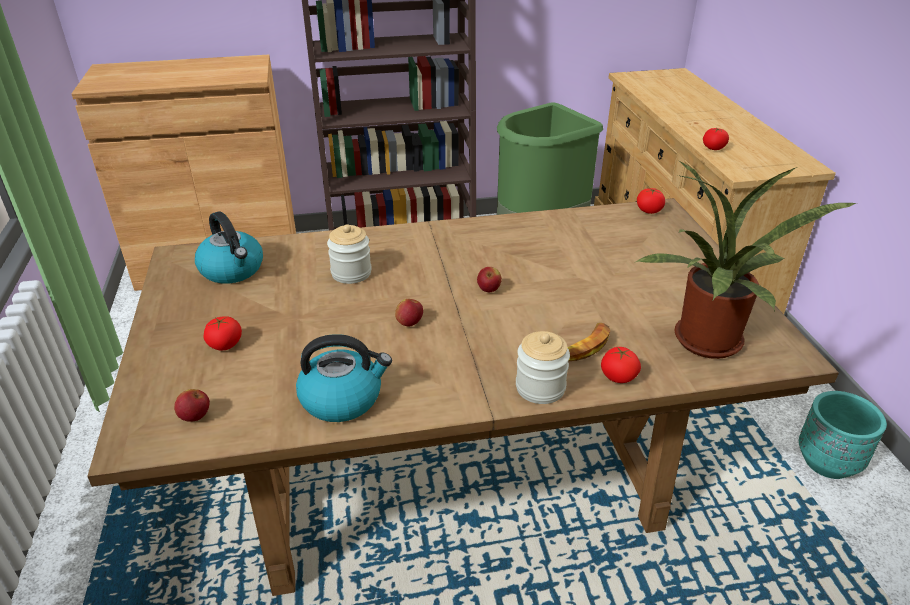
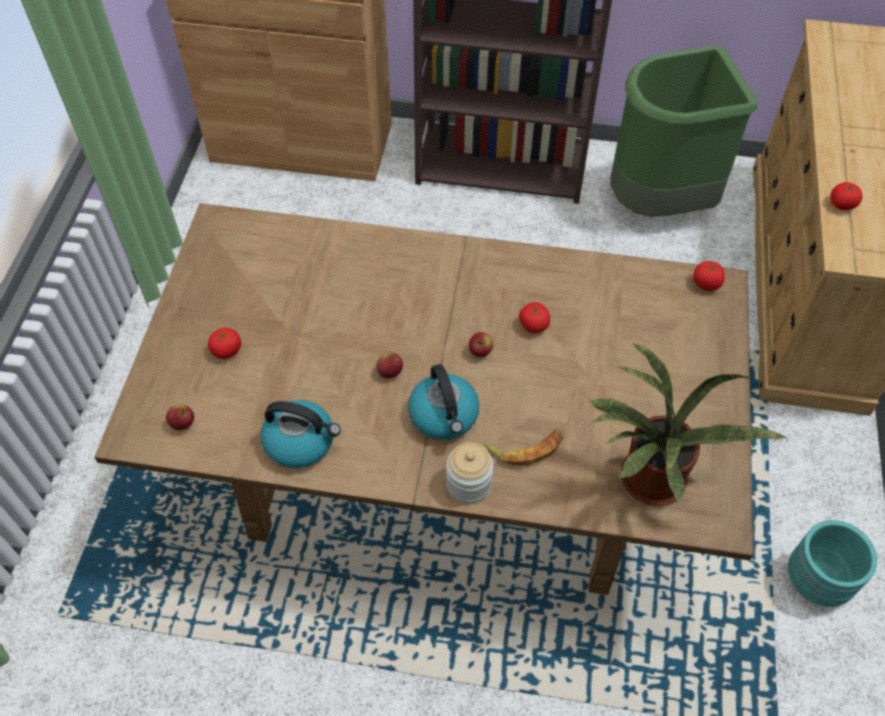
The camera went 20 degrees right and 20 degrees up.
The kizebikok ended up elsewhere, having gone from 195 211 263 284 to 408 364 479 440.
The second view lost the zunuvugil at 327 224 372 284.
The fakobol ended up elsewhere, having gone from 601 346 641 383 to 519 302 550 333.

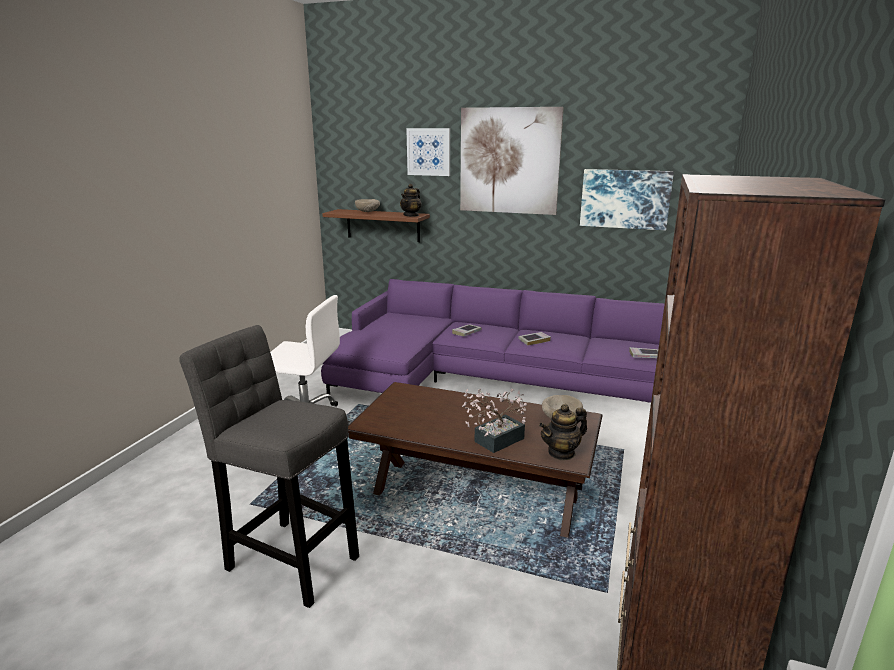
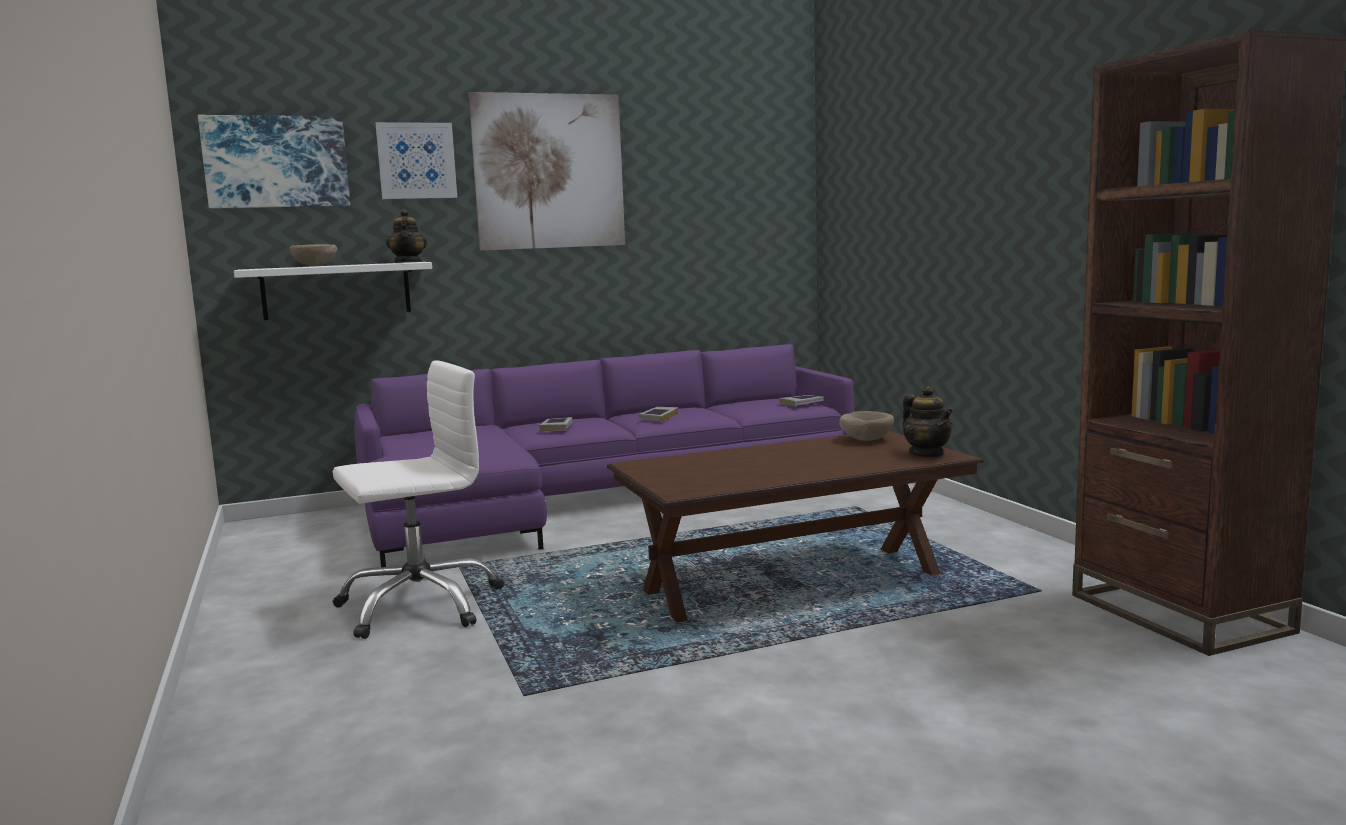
The camera went 40 degrees left and 10 degrees down.
The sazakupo ended up elsewhere, having gone from 580 169 674 230 to 198 115 350 209.
What was the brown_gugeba at 322 209 430 242 turned into the white_gugeba at 234 262 432 320.
The second view lost the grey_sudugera at 179 325 359 608.
The second view lost the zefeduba at 462 388 527 453.
The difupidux at 539 404 587 460 ended up facing another way, 45 degrees counterclockwise from before.

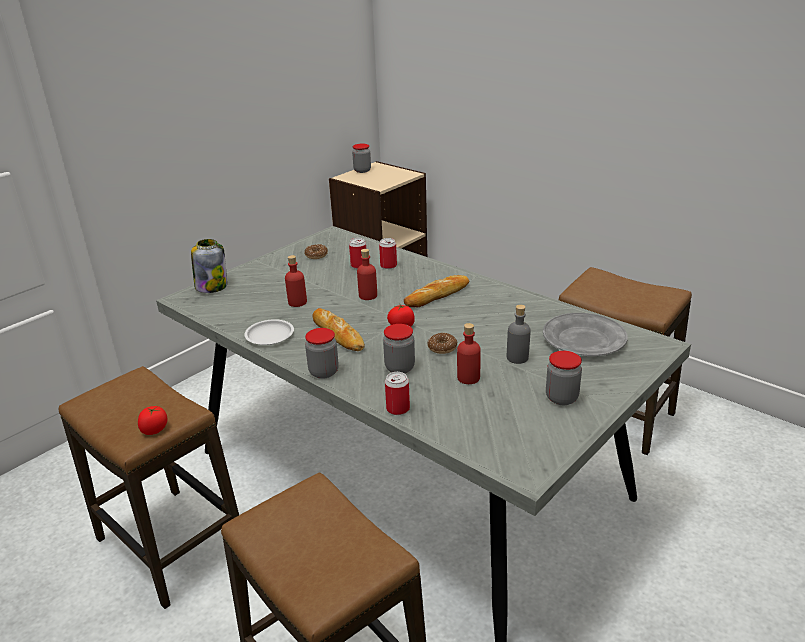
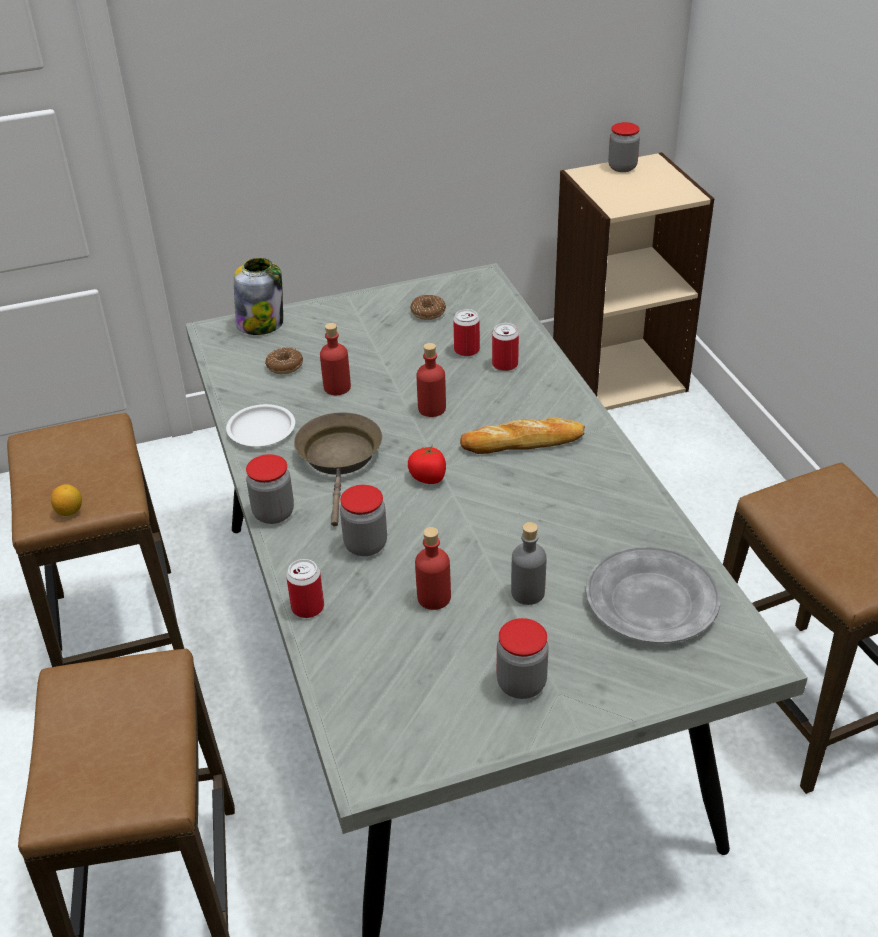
The camera went 30 degrees right and 10 degrees up.
Where the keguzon stood at 313 308 365 351, the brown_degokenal came to stand at 294 412 382 527.
The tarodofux ended up elsewhere, having gone from 427 333 458 354 to 265 347 303 374.
Where the fakobol stood at 138 406 167 435, the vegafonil came to stand at 51 484 82 516.

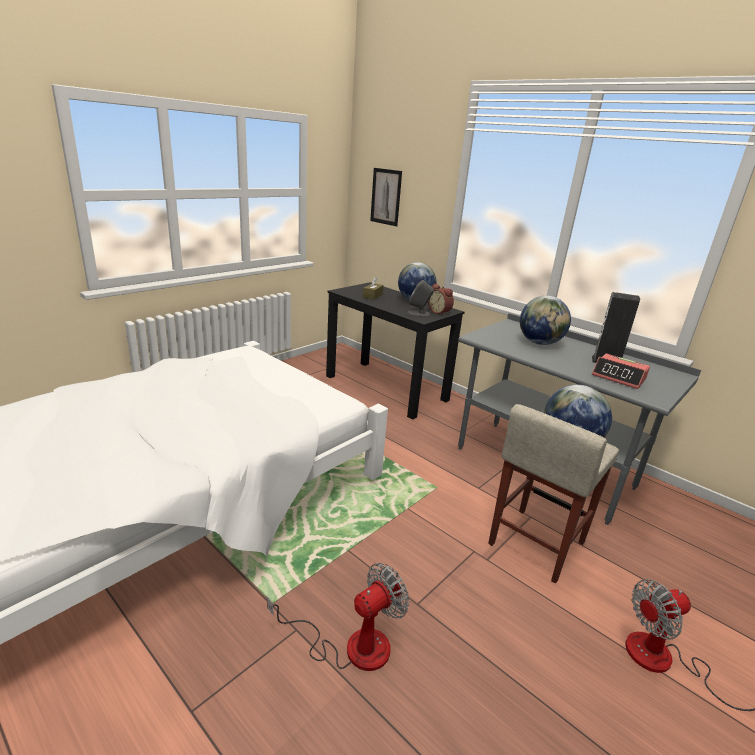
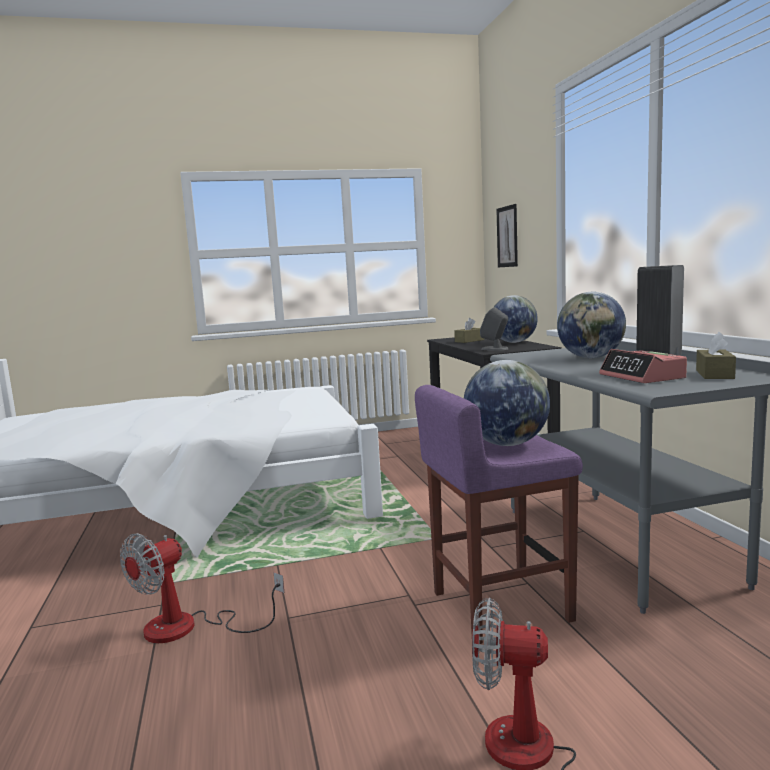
The camera went 35 degrees right and 15 degrees down.
The second view lost the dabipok at 428 284 454 316.
What was the beige_sudugera at 488 404 619 584 turned into the purple_sudugera at 415 385 583 644.
The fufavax at 267 563 409 671 ended up facing another way, 135 degrees clockwise from before.
The second view gained the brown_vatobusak at 696 332 736 379.

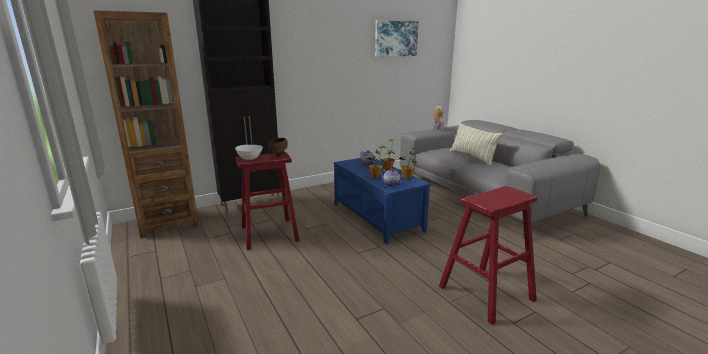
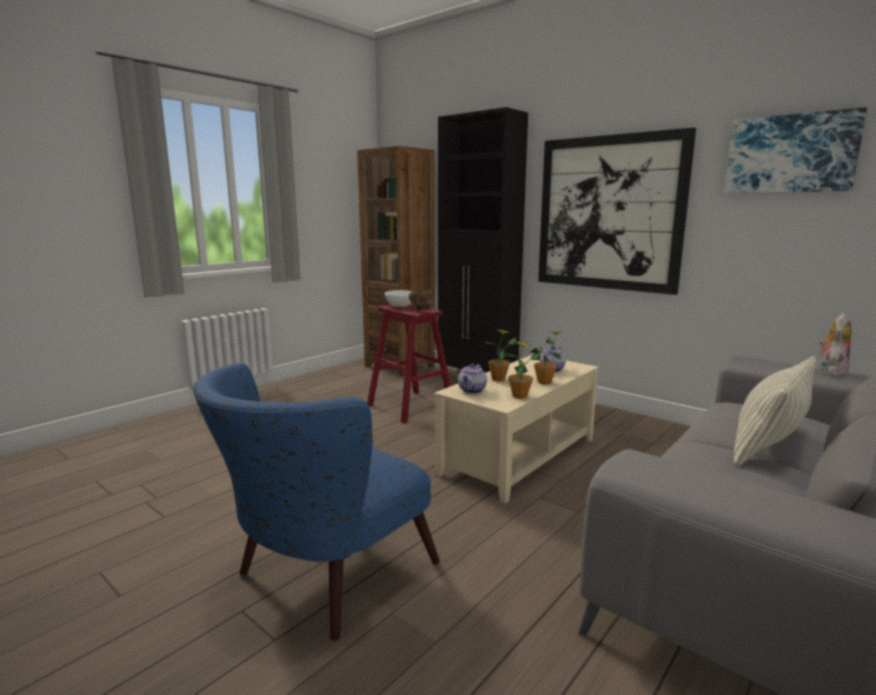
The camera went 70 degrees right and 5 degrees down.
What was the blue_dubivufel at 334 158 431 244 turned into the beige_dubivufel at 434 354 599 504.
Where the red_sudugera stood at 439 186 537 325, the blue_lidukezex came to stand at 193 363 440 641.
The second view gained the sazakupo at 538 127 696 295.

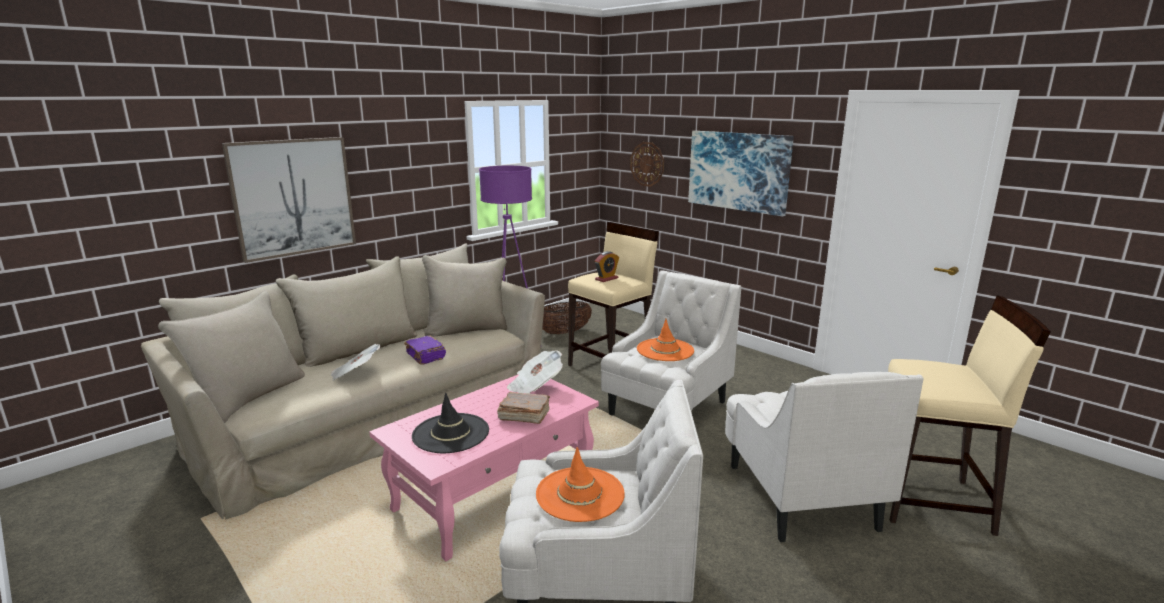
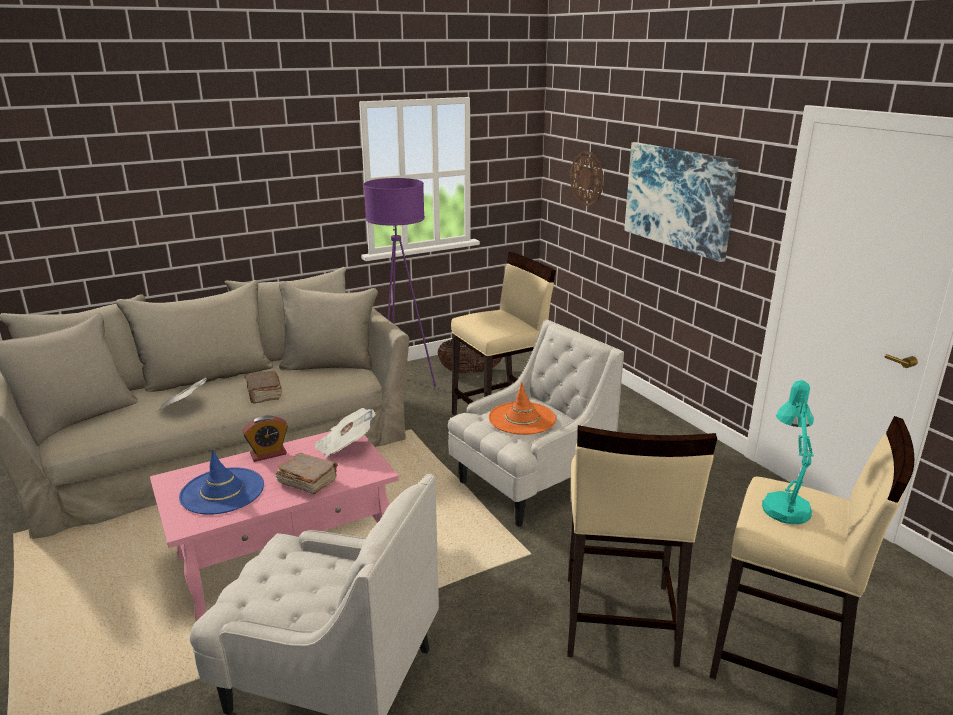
The camera went 15 degrees right and 5 degrees up.
The second view lost the sazakupo at 222 137 356 263.
The dabipok ended up elsewhere, having gone from 595 251 619 282 to 242 415 288 462.
What was the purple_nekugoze at 404 336 446 365 turned into the brown_nekugoze at 244 371 283 404.
Where the white_lidukezex stood at 725 372 924 542, the beige_sudugera came to stand at 567 425 717 667.
What was the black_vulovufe at 412 393 489 453 turned into the blue_vulovufe at 179 450 264 515.
The second view lost the orange_vulovufe at 536 447 625 522.
The second view gained the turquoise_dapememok at 762 380 814 524.

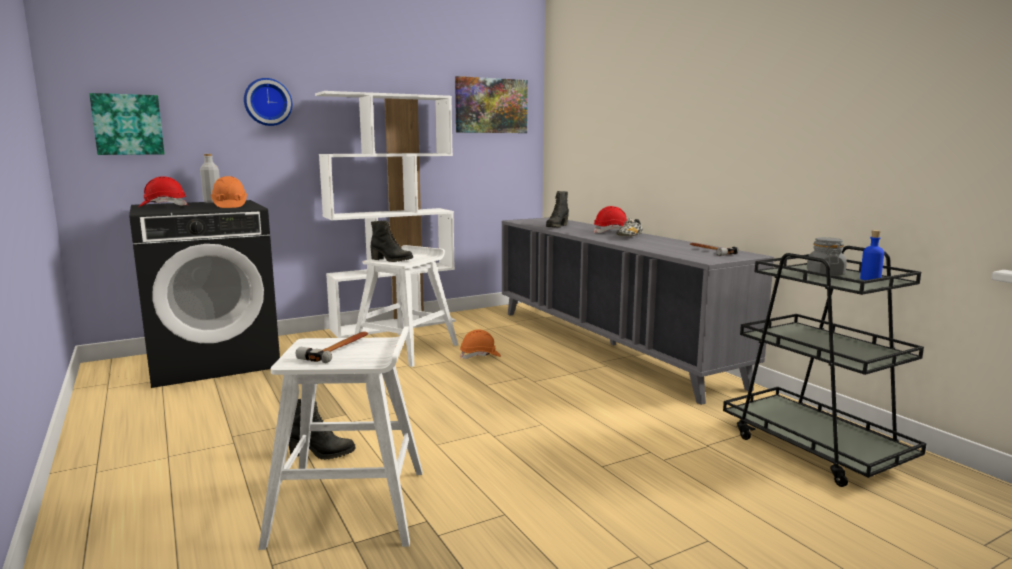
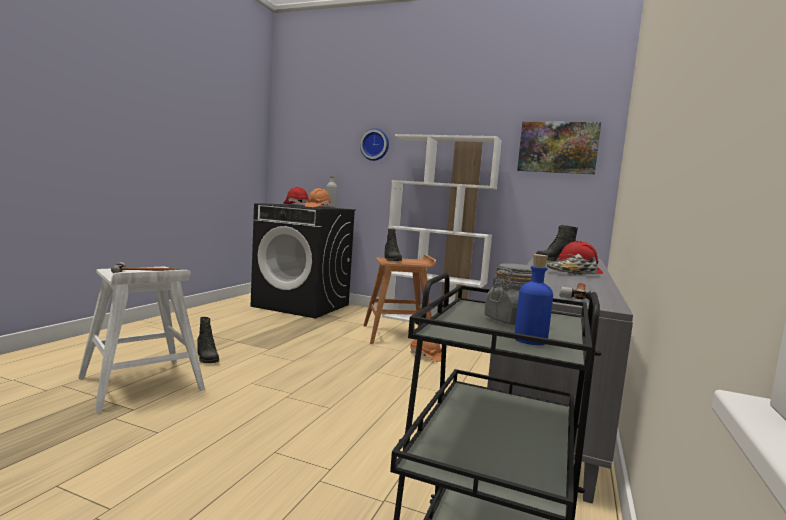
The camera went 50 degrees right and 5 degrees down.
The second view lost the sazakupo at 89 93 165 155.
What was the white_sudugera at 354 245 458 367 turned into the brown_sudugera at 363 254 436 344.

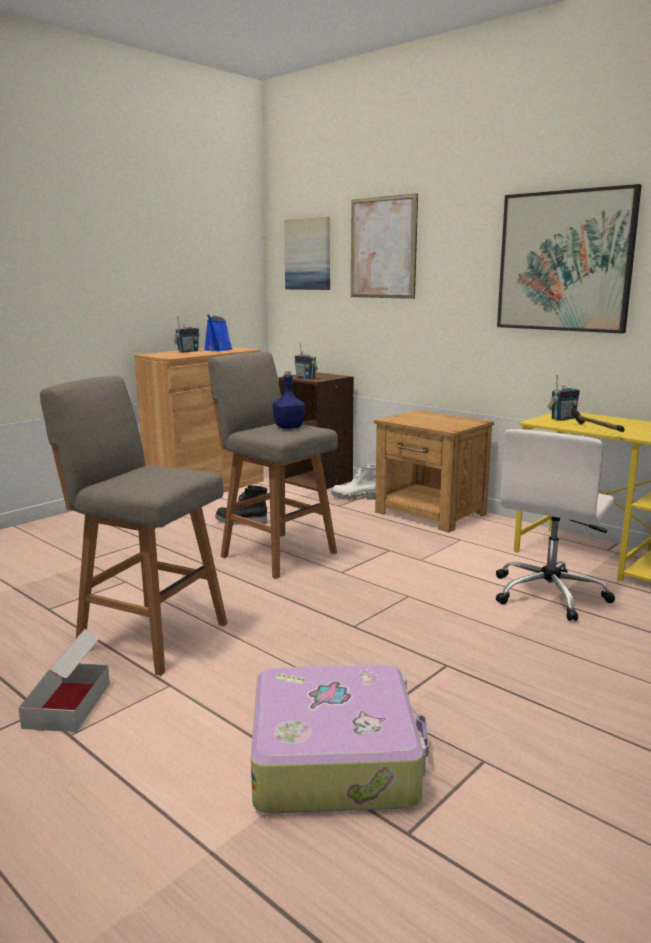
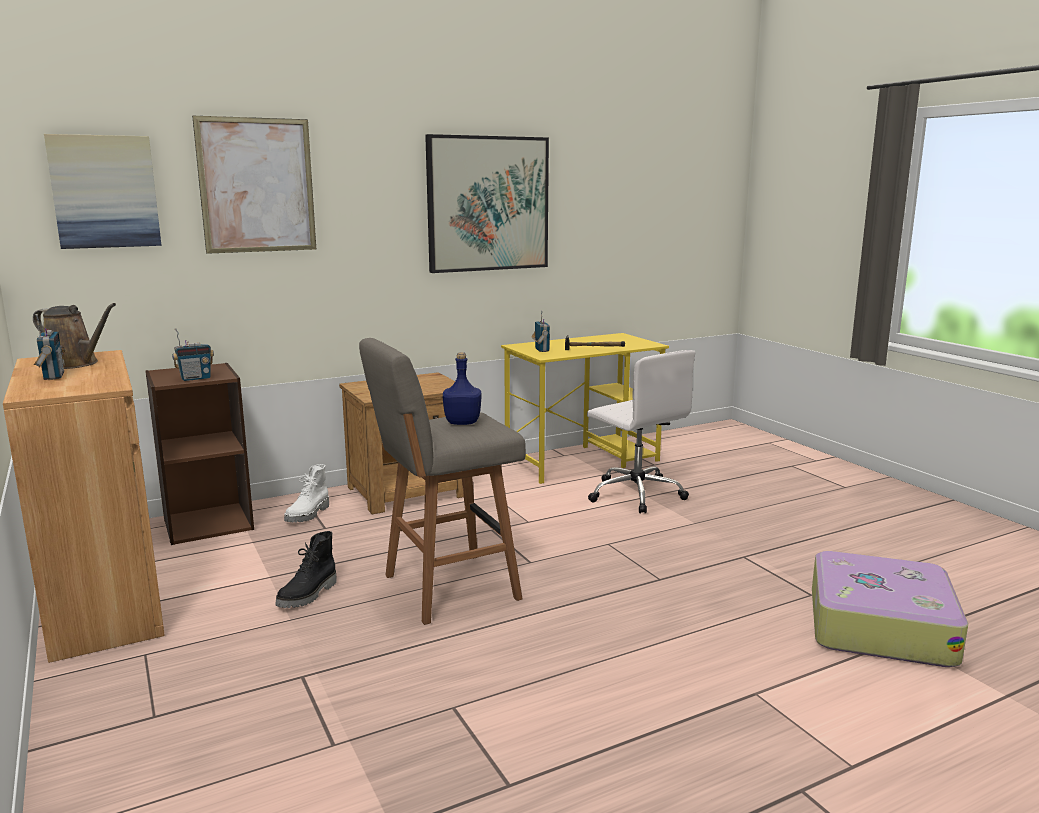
The camera went 70 degrees left and 0 degrees up.
What was the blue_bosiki at 204 315 232 351 turned into the brown_bosiki at 33 303 116 369.
The second view lost the grey_sudugera at 40 376 227 676.
The second view lost the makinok at 18 629 110 732.

